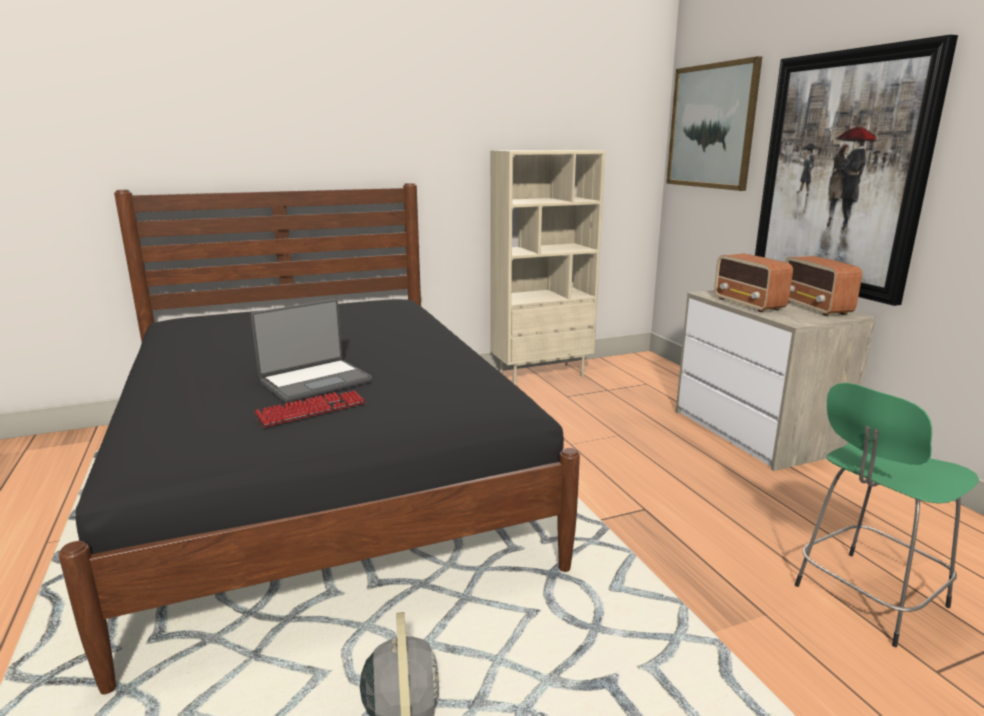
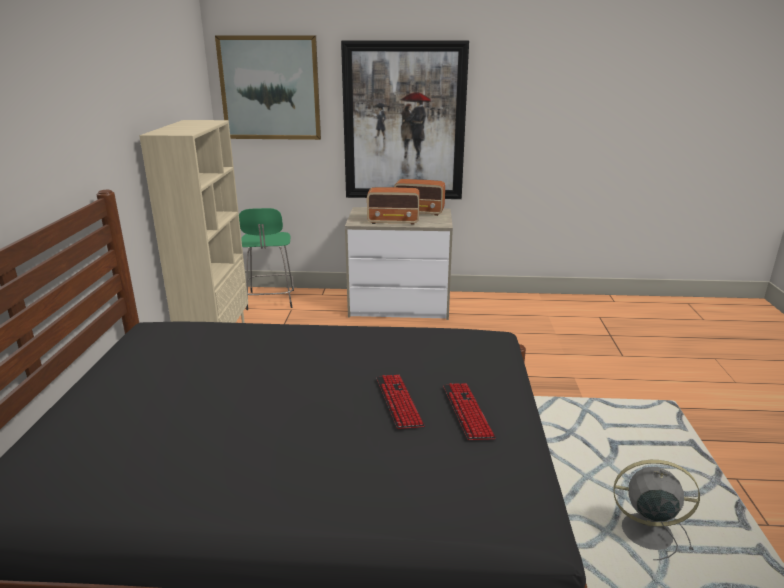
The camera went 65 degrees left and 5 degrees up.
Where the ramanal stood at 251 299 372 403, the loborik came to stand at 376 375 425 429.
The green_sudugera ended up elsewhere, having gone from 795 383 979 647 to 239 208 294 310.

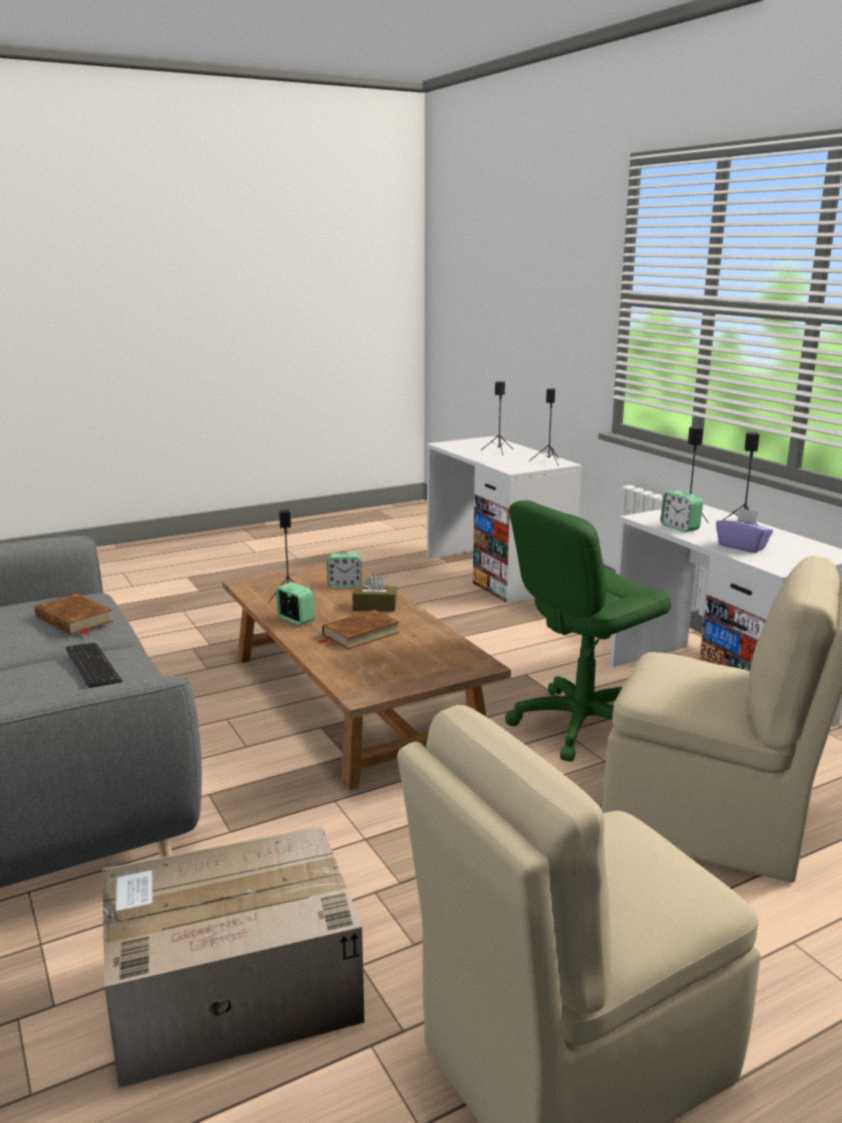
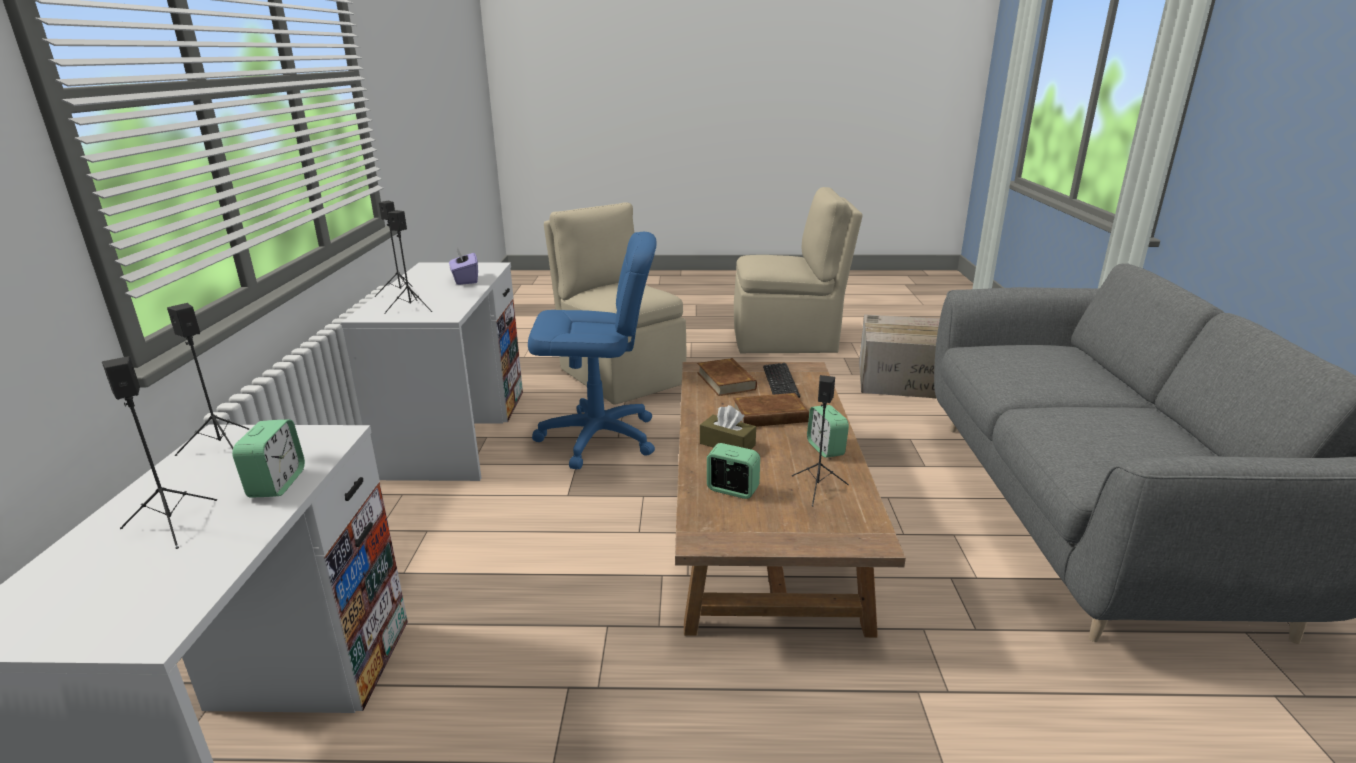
The camera went 150 degrees left and 5 degrees up.
The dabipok ended up elsewhere, having gone from 661 491 703 532 to 232 419 305 498.
What was the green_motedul at 505 500 671 762 turned into the blue_motedul at 528 232 657 469.
The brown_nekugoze ended up elsewhere, having gone from 35 594 113 636 to 697 358 757 396.
The loborik ended up elsewhere, having gone from 65 643 122 688 to 763 363 800 398.

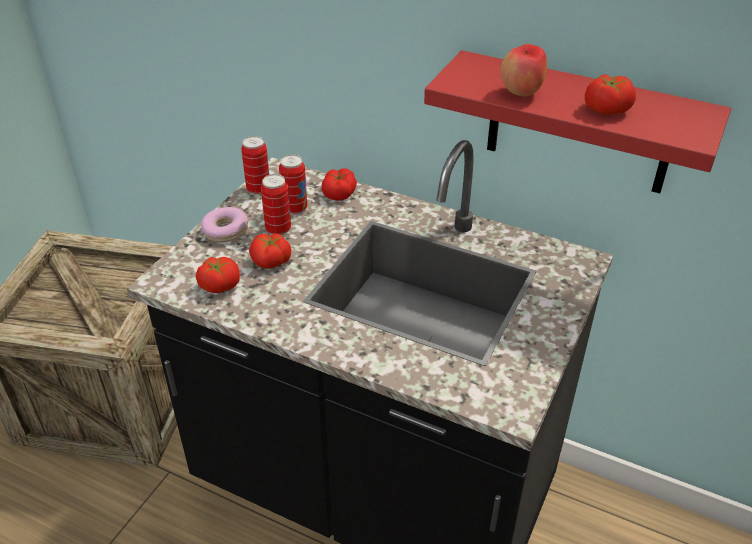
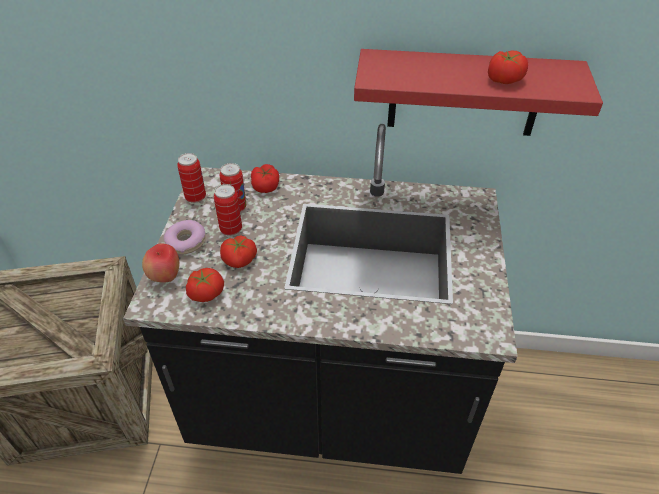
The camera went 20 degrees left and 5 degrees up.
The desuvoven ended up elsewhere, having gone from 501 44 547 96 to 142 243 179 283.

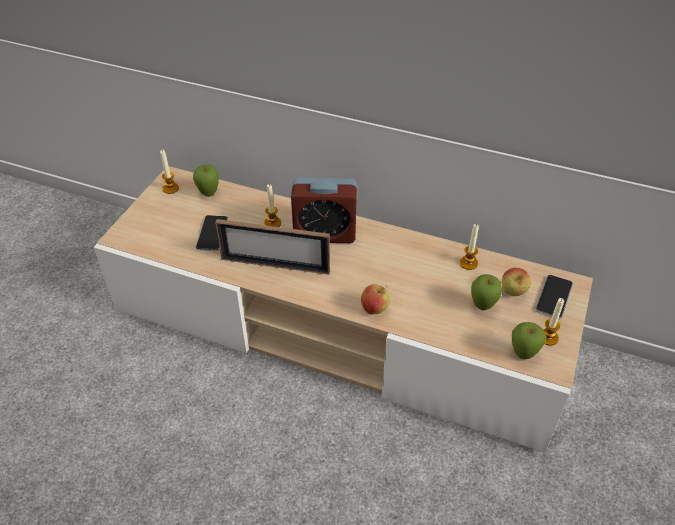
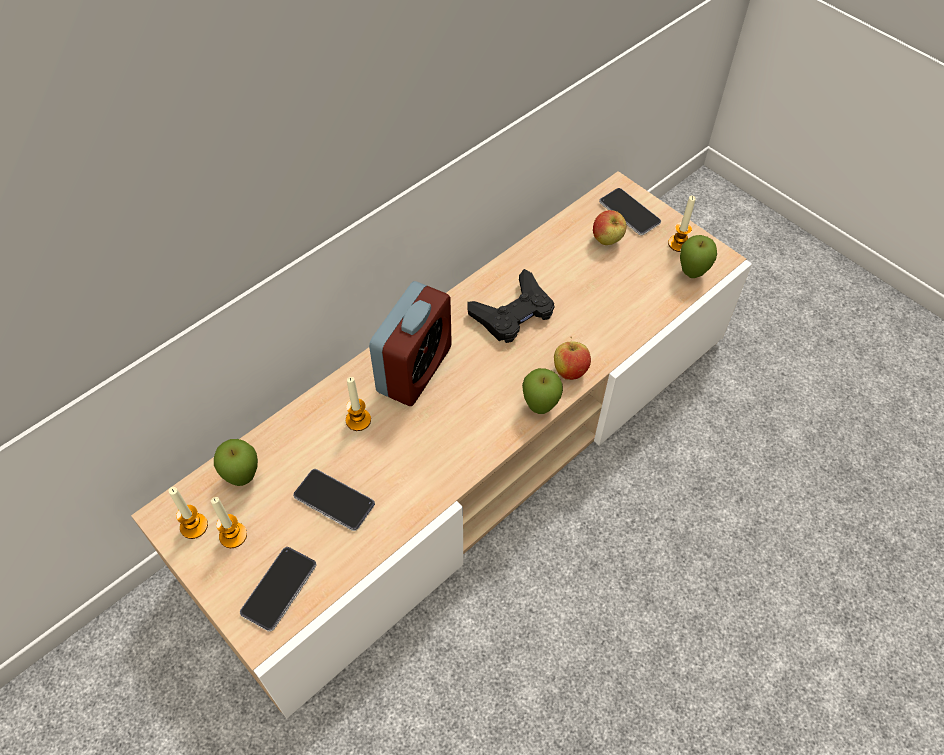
The camera went 65 degrees left and 10 degrees up.
The second view lost the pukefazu at 215 219 330 275.
The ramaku ended up elsewhere, having gone from 460 224 479 270 to 211 497 247 548.
The desuvoven ended up elsewhere, having gone from 471 274 502 310 to 522 368 563 414.
The second view gained the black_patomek at 467 269 555 343.
The second view gained the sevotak at 240 547 316 632.

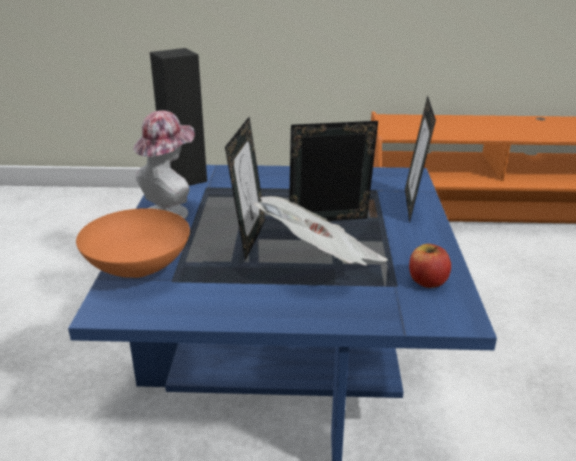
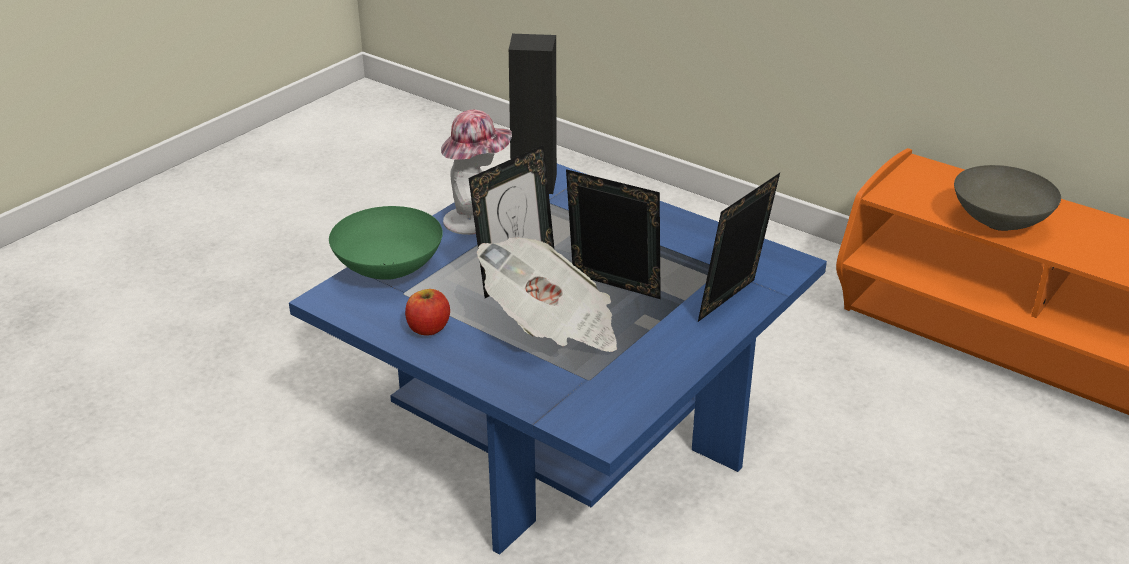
The camera went 35 degrees right and 5 degrees up.
What was the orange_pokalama at 76 208 190 278 turned into the green_pokalama at 329 206 443 280.
The desuvoven ended up elsewhere, having gone from 409 244 451 288 to 405 289 450 336.
The second view gained the grey_pokalama at 954 165 1061 231.

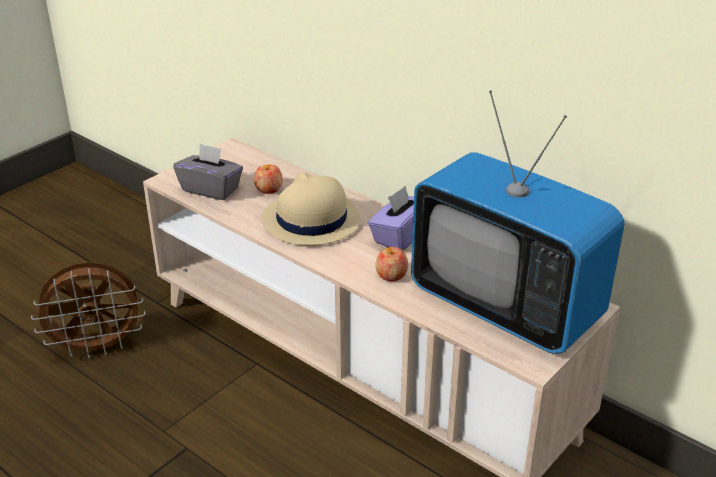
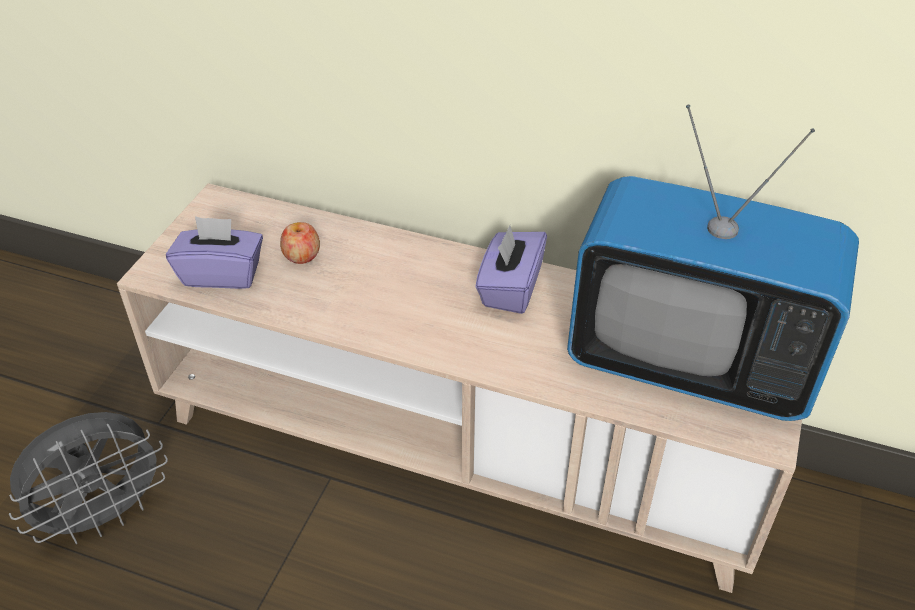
The camera went 20 degrees left and 10 degrees up.
What was the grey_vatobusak at 173 143 243 200 turned into the purple_vatobusak at 166 216 263 289.
The second view lost the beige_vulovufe at 262 172 361 245.
The second view lost the desuvoven at 375 247 408 281.
What was the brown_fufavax at 31 262 145 359 turned into the grey_fufavax at 9 412 168 544.

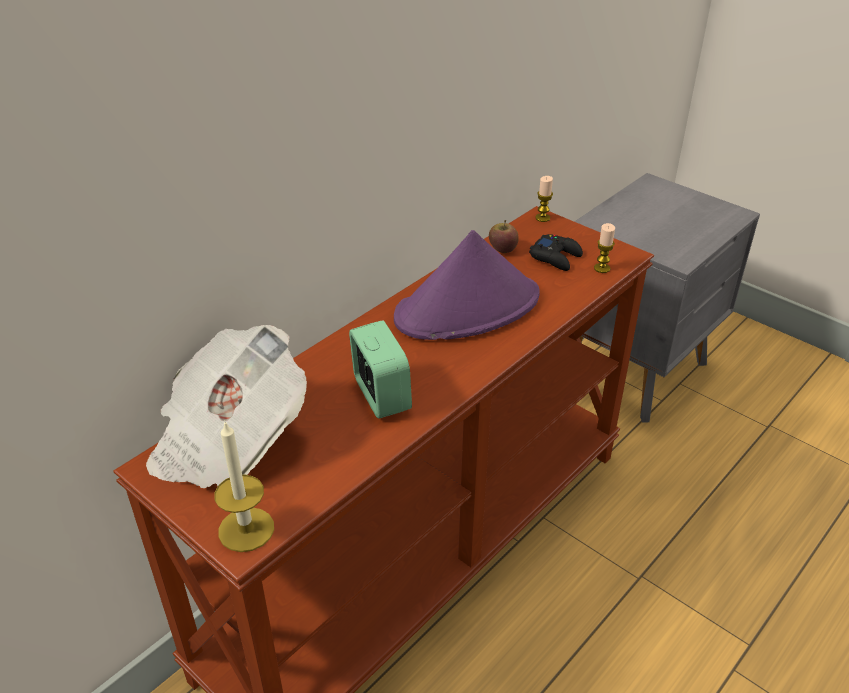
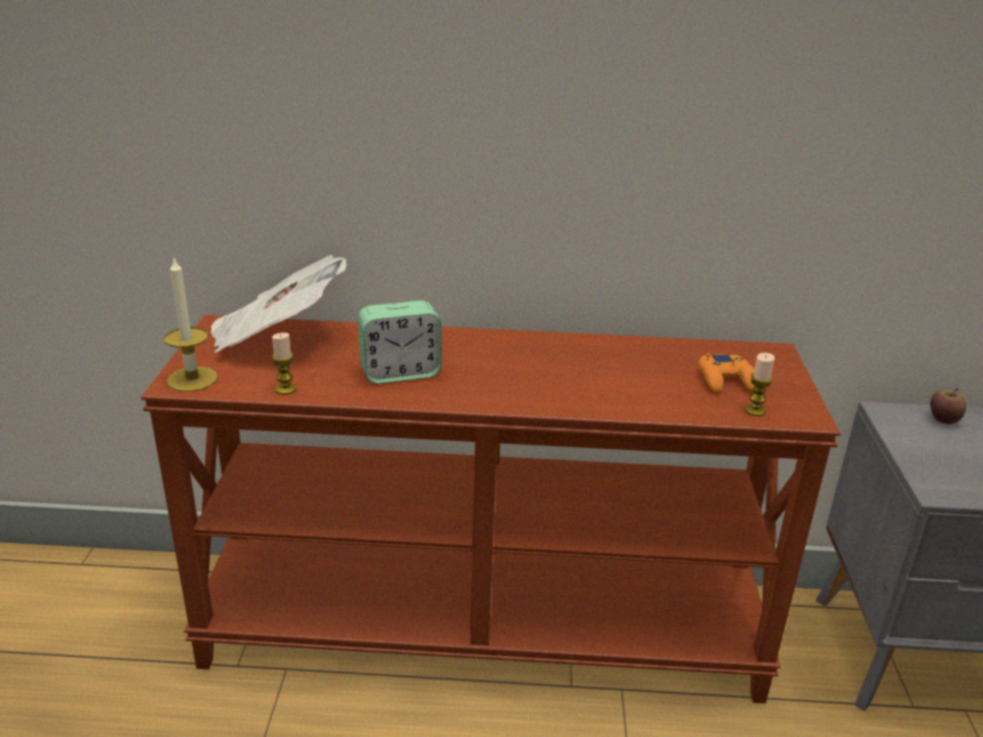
The camera went 50 degrees right and 10 degrees down.
The ramaku ended up elsewhere, having gone from 535 176 553 222 to 272 333 296 395.
The desuvoven ended up elsewhere, having gone from 489 220 519 253 to 930 388 966 424.
The second view lost the purple_vulovufe at 394 230 540 340.
What was the black_patomek at 529 234 583 271 turned into the orange_patomek at 698 353 755 394.
The dabipok at 349 320 412 419 ended up facing another way, 45 degrees clockwise from before.

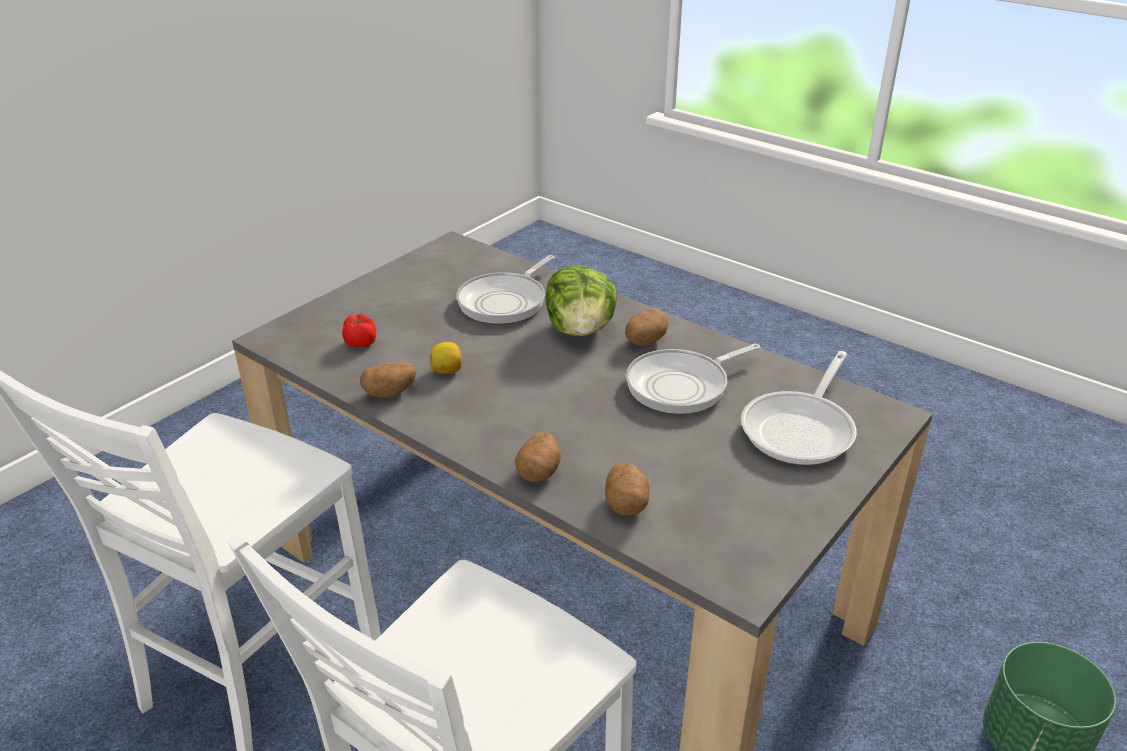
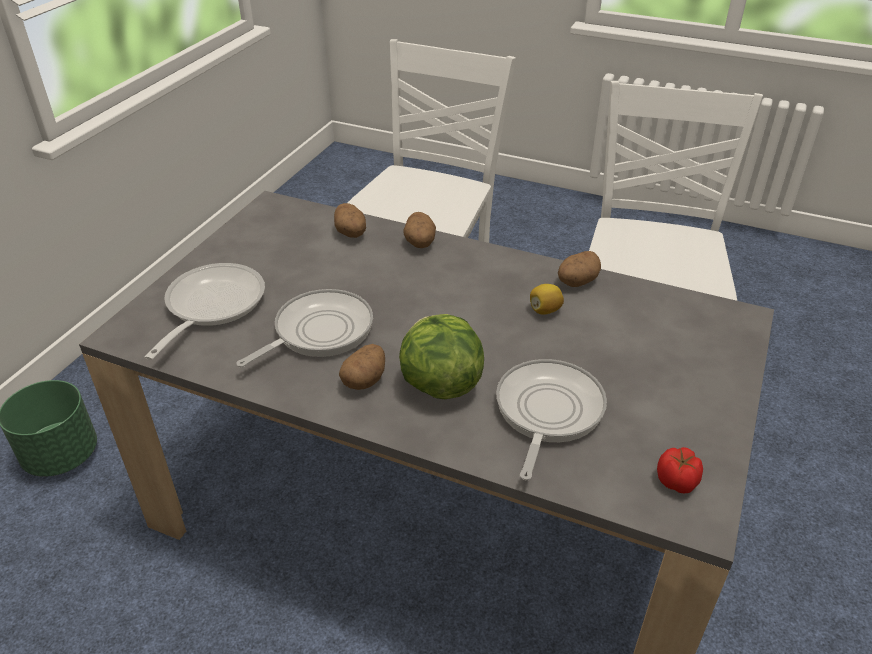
The camera went 165 degrees right and 5 degrees up.
The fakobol ended up elsewhere, having gone from 342 314 376 348 to 657 447 703 494.

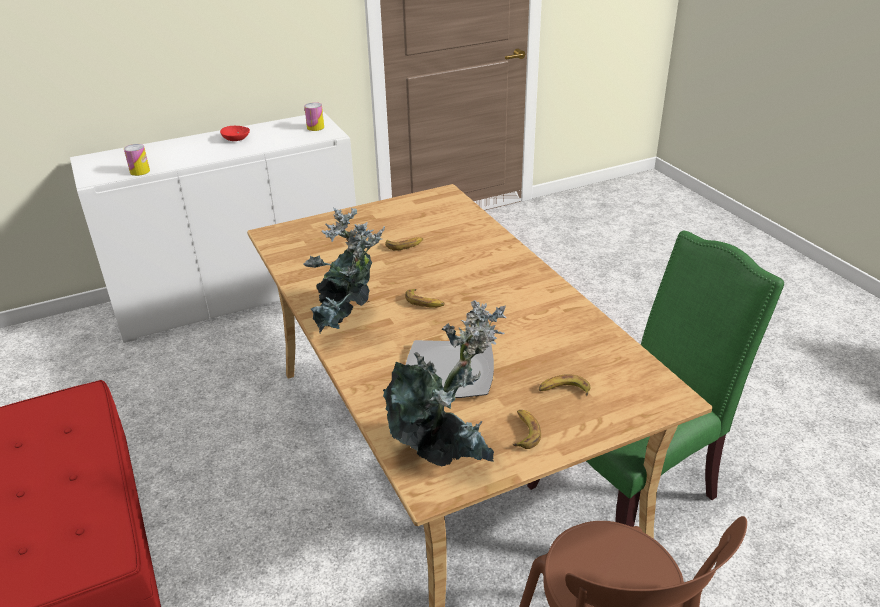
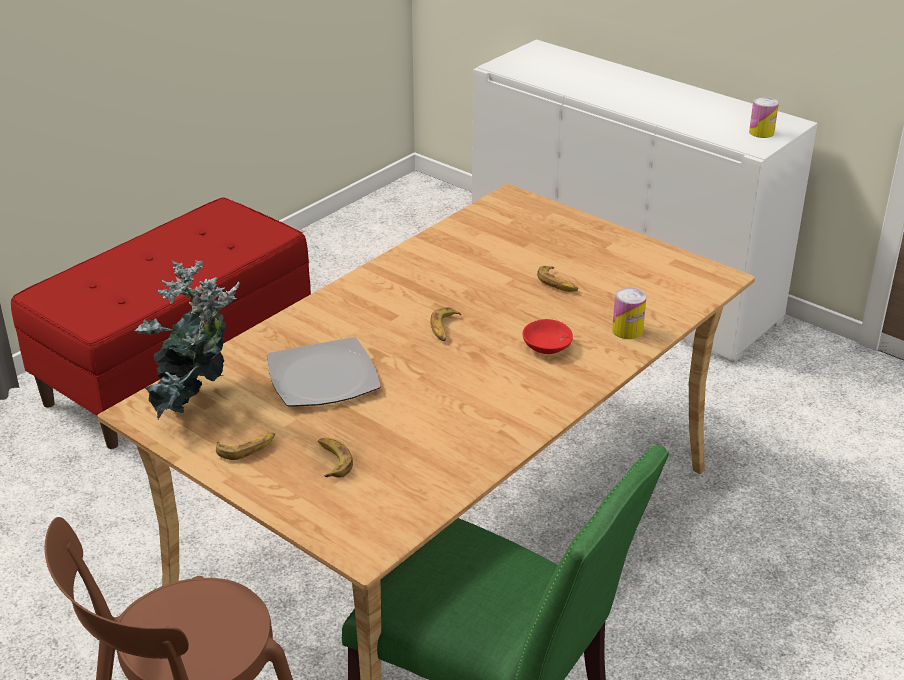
The camera went 65 degrees right and 0 degrees up.
The red_pokalama ended up elsewhere, having gone from 220 126 250 141 to 522 319 573 354.
The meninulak ended up elsewhere, having gone from 124 144 150 176 to 612 288 647 339.
The second view lost the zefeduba at 303 207 385 333.

